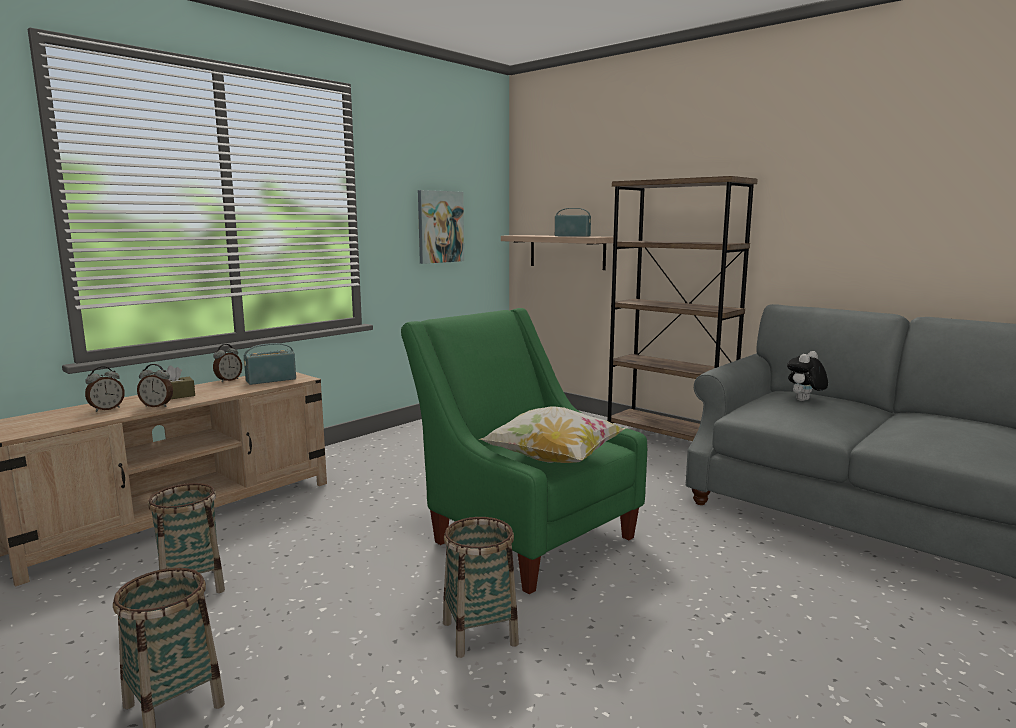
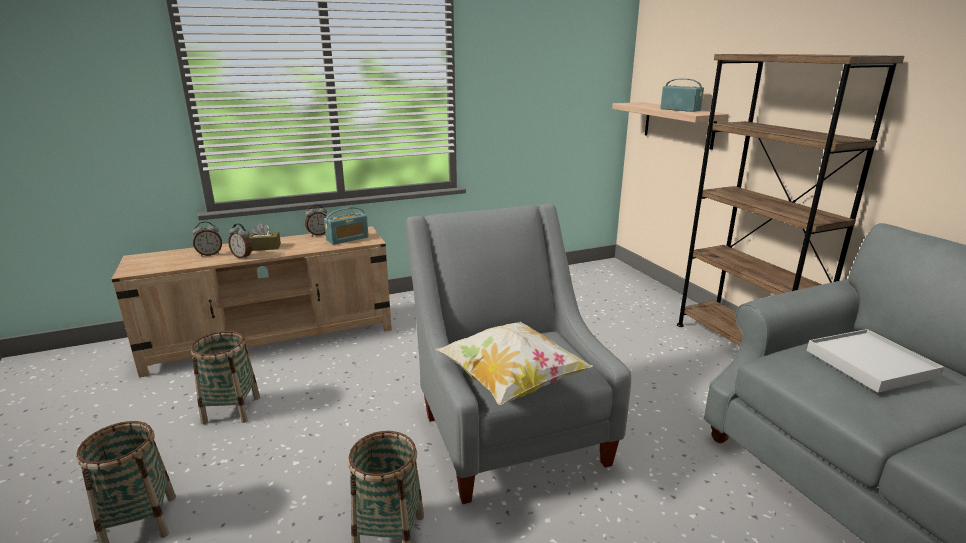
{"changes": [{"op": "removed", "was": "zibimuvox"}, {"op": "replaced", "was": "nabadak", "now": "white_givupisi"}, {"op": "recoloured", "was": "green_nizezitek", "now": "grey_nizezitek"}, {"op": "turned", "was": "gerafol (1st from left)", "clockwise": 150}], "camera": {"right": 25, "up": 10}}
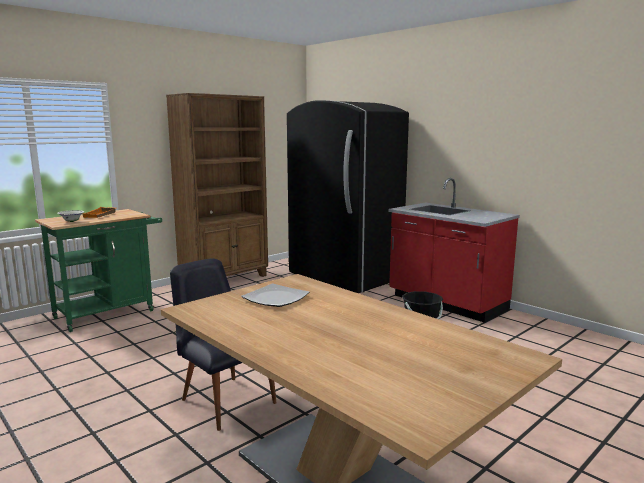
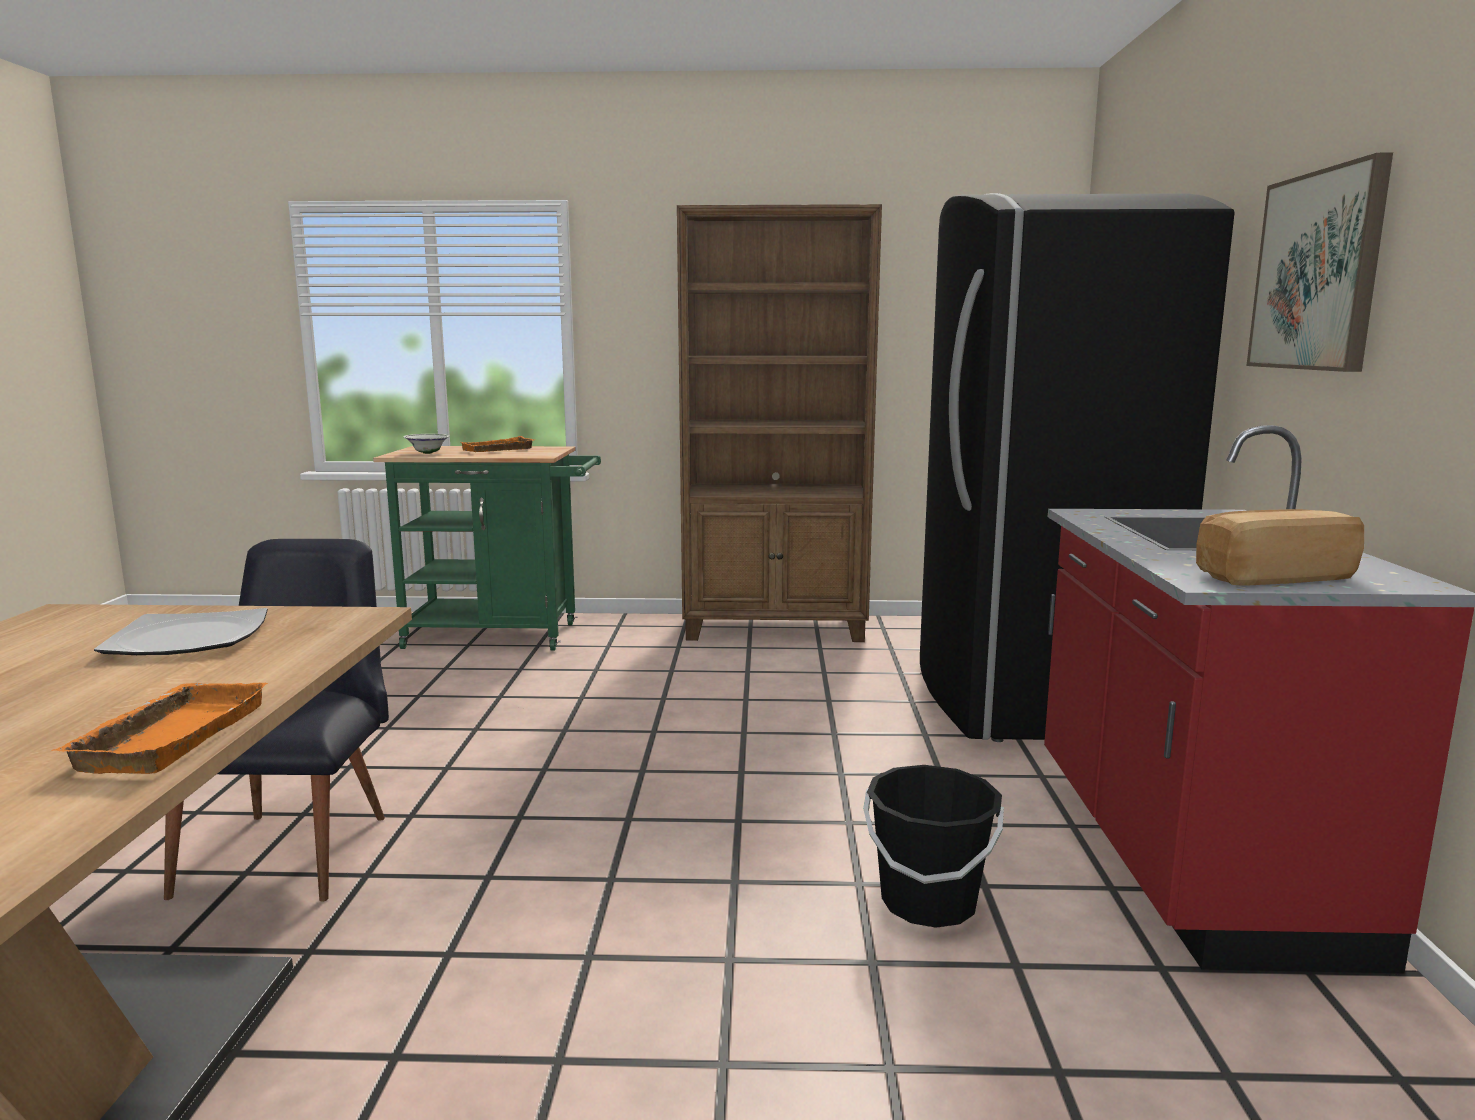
{"changes": [{"op": "added", "now": "orange_givupisi (1st from left)"}, {"op": "added", "now": "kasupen"}, {"op": "added", "now": "zibimuvox"}], "camera": {"right": 45, "up": 0}}
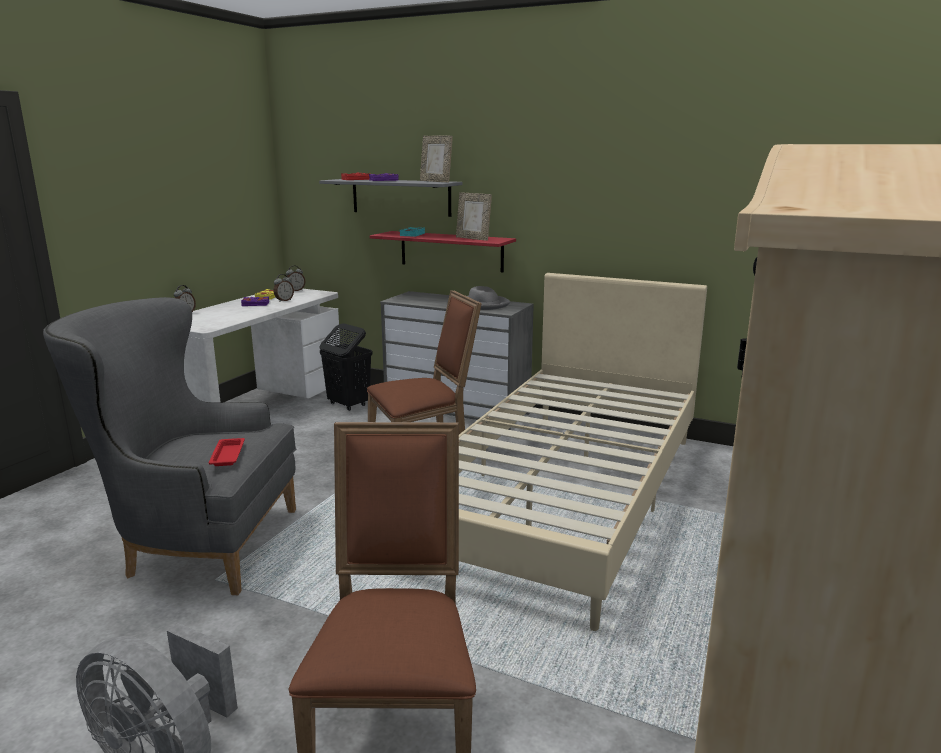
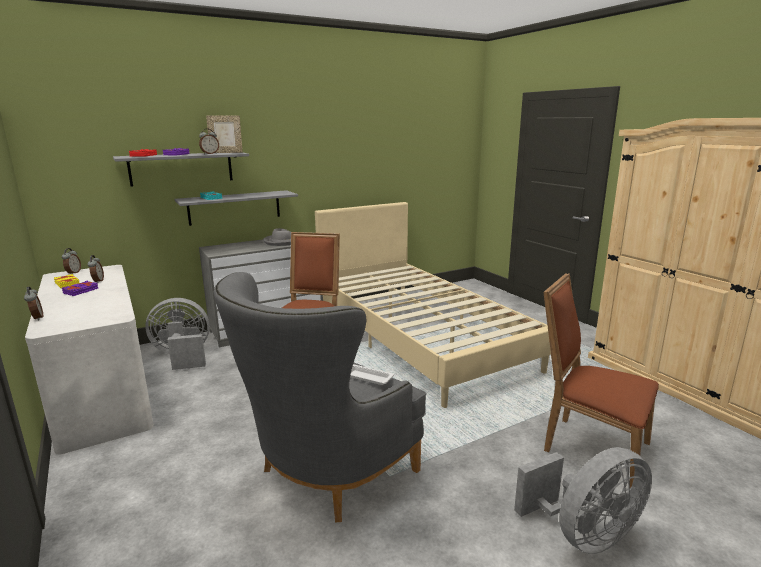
{"changes": [{"op": "removed", "was": "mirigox (2nd from left)"}, {"op": "added", "now": "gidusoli (4th from left)"}, {"op": "replaced", "was": "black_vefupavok", "now": "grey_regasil (1st from left)"}, {"op": "recoloured", "was": "red_givupisi", "now": "white_givupisi"}, {"op": "recoloured", "was": "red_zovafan", "now": "grey_zovafan (2nd from left)"}], "camera": {"right": -55, "up": 0}}
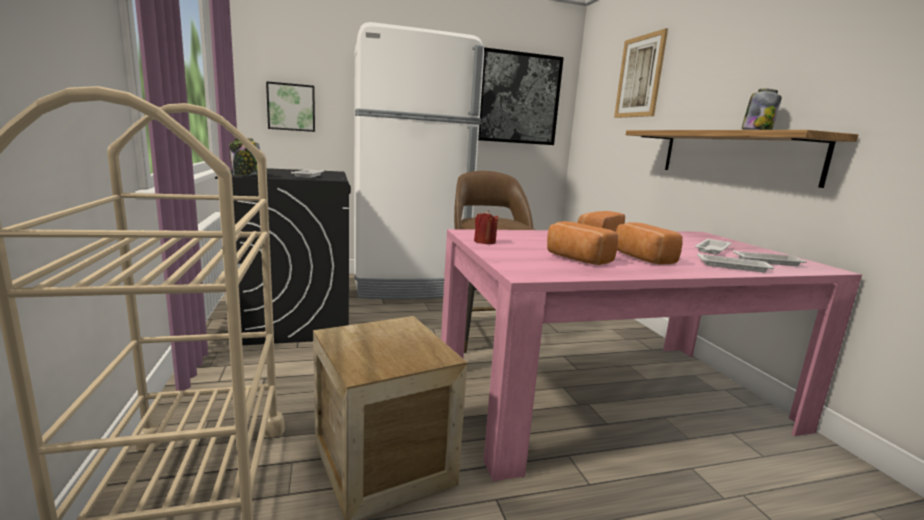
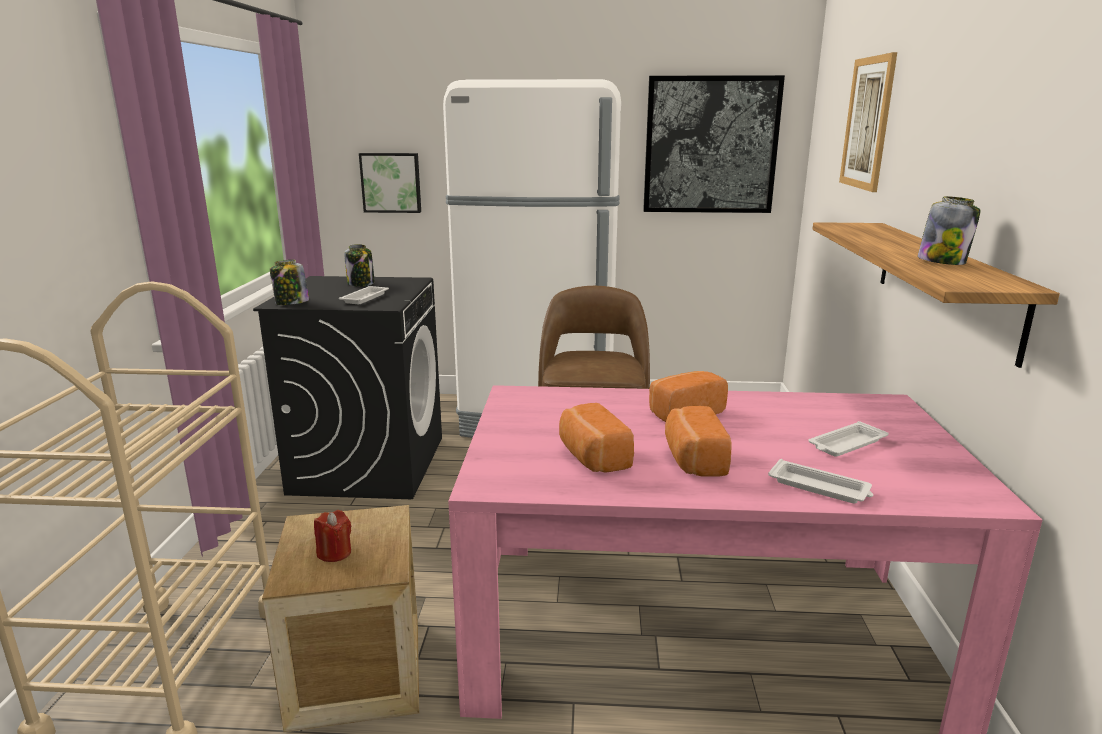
{"changes": [{"op": "removed", "was": "white_givupisi (4th from left)"}, {"op": "added", "now": "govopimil (2nd from left)"}, {"op": "moved", "was": "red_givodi"}], "camera": {"right": 20, "up": 5}}
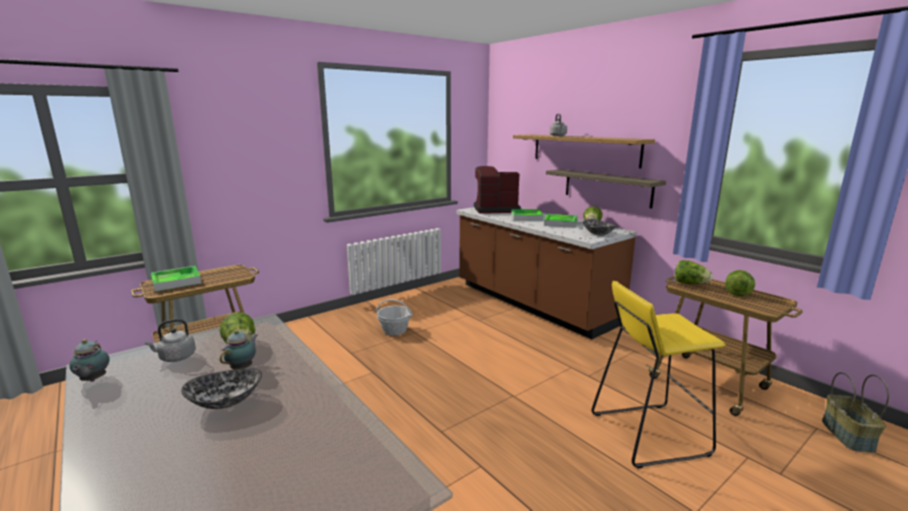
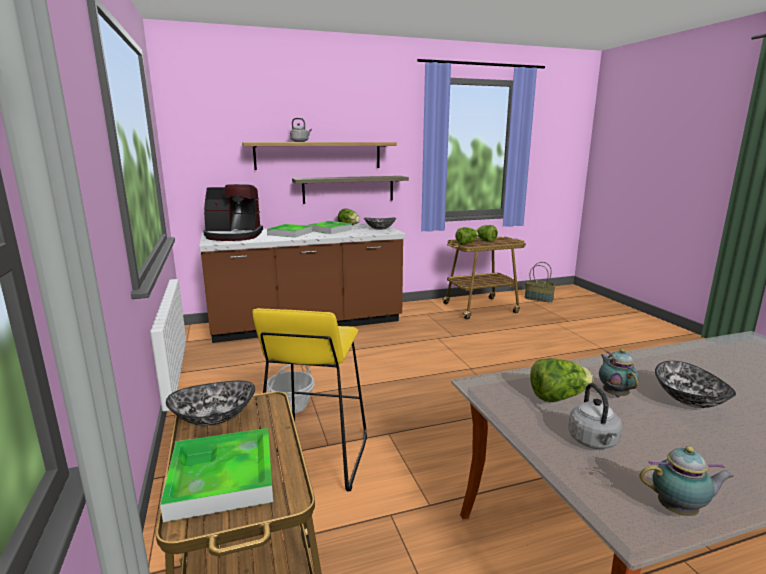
{"changes": [{"op": "added", "now": "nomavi (1st from left)"}, {"op": "moved", "was": "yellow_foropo"}, {"op": "turned", "was": "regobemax (2nd from left in the first image)", "clockwise": 45}, {"op": "turned", "was": "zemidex", "clockwise": -105}], "camera": {"right": -70, "up": 0}}
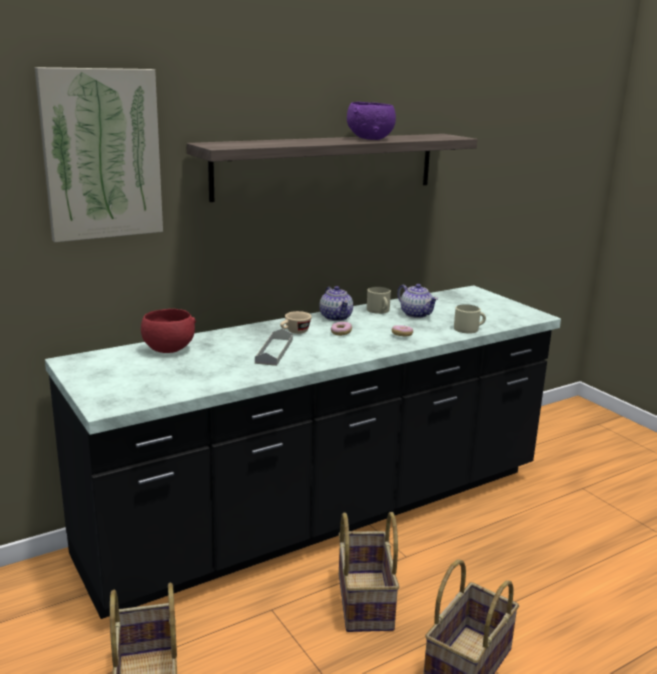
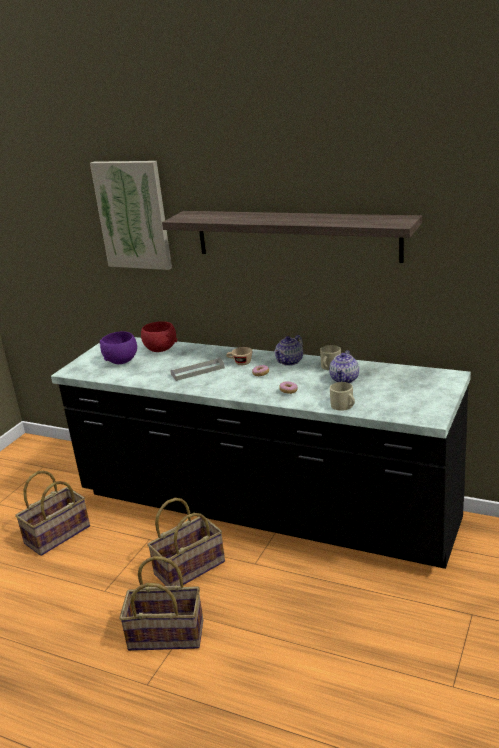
{"changes": [{"op": "moved", "was": "purple_nomavi"}], "camera": {"right": 60, "up": 5}}
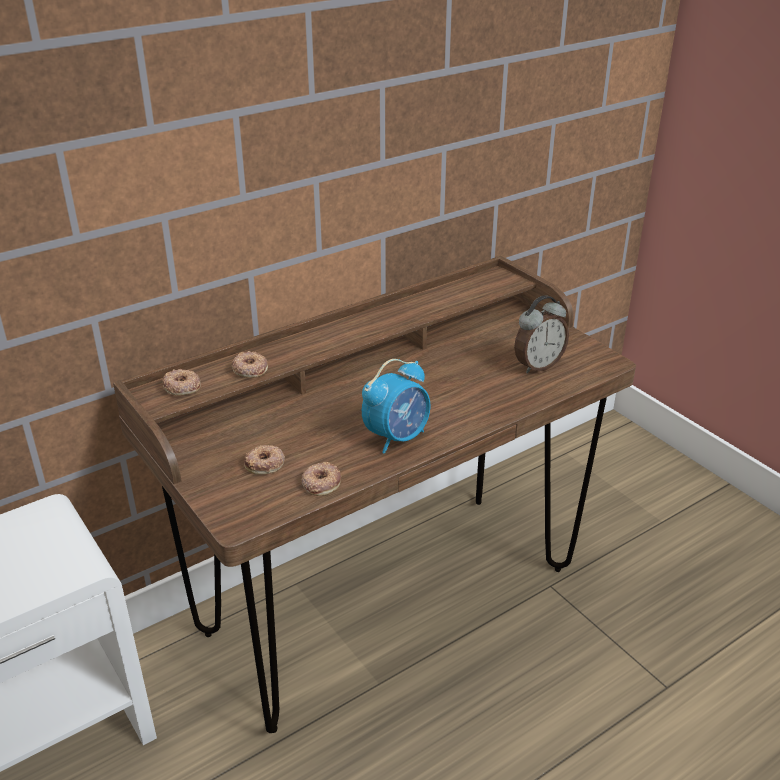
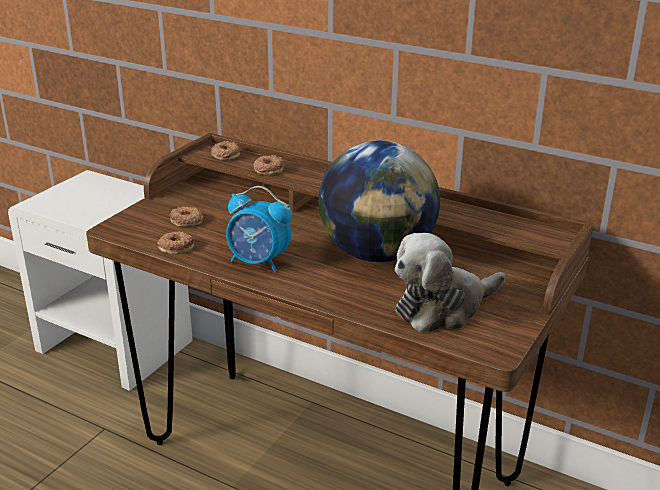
{"changes": [{"op": "added", "now": "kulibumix"}, {"op": "replaced", "was": "gidusoli (2nd from left)", "now": "nabadak"}], "camera": {"right": 65, "up": -5}}
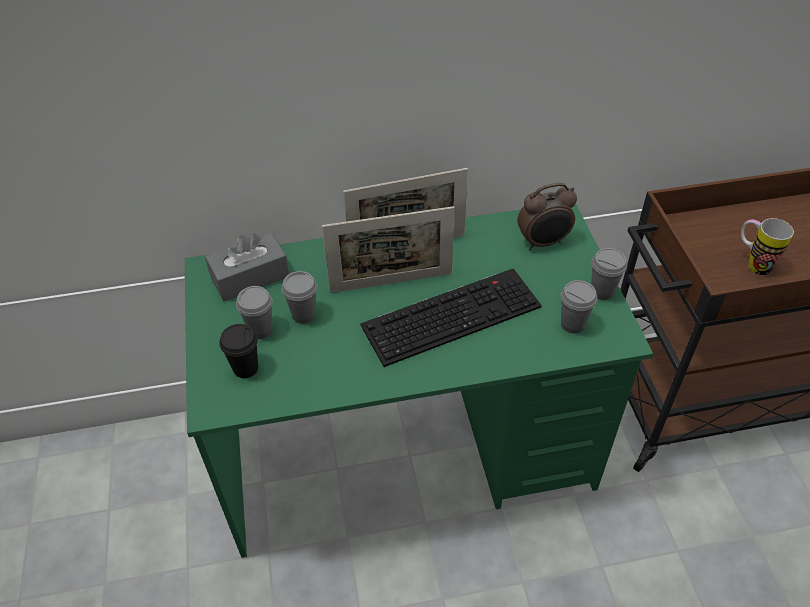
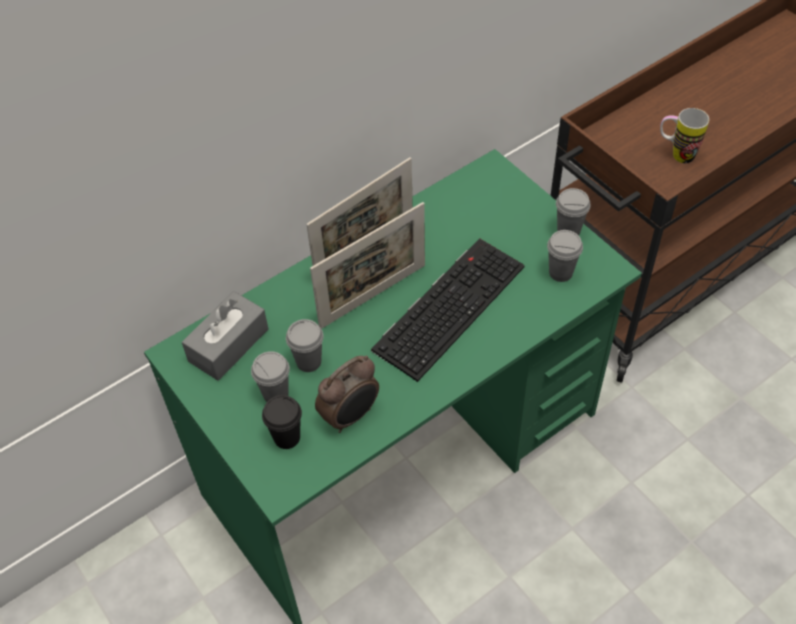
{"changes": [{"op": "moved", "was": "gidusoli"}], "camera": {"right": -25, "up": 5}}
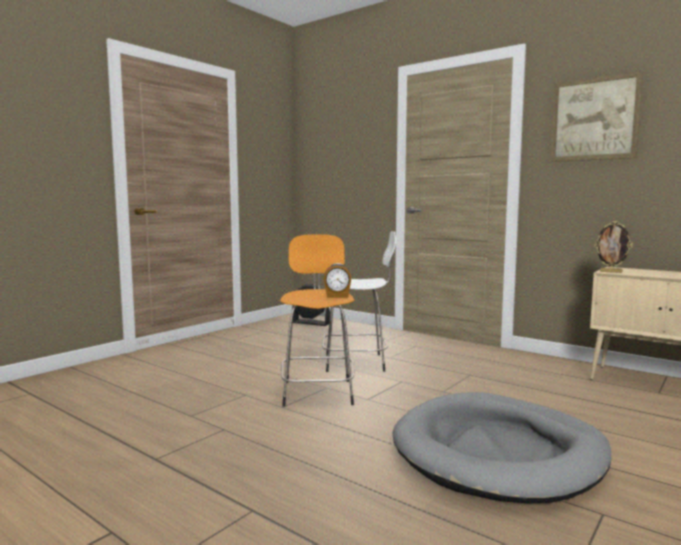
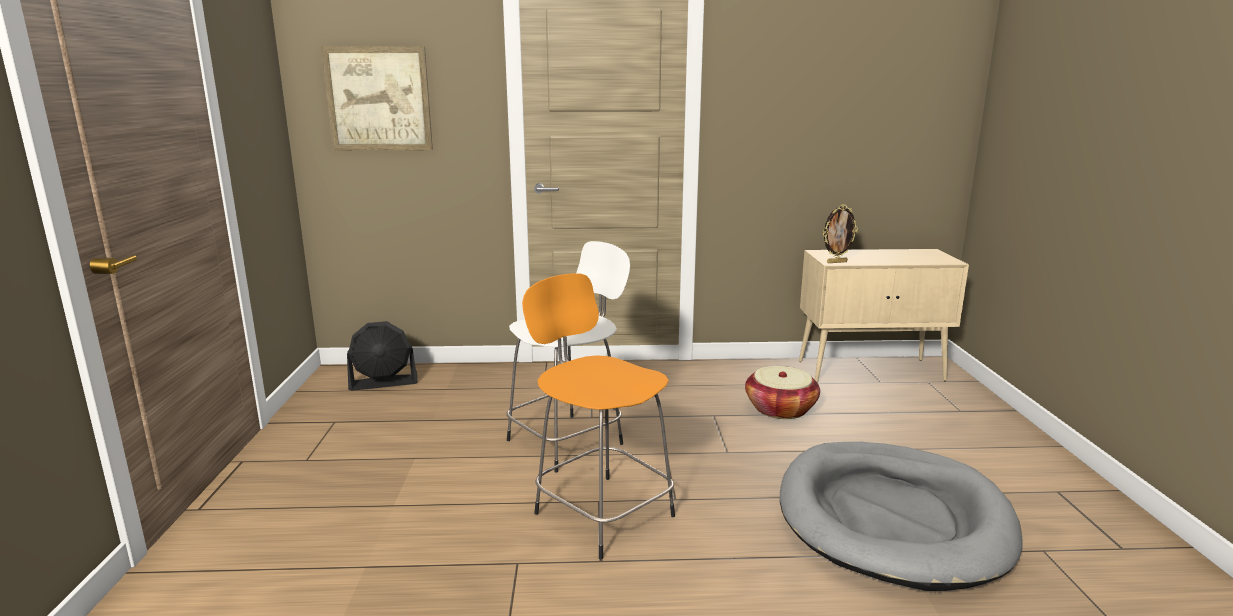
{"changes": [{"op": "removed", "was": "gidusoli"}, {"op": "added", "now": "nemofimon"}, {"op": "moved", "was": "zibimuvox"}], "camera": {"right": -40, "up": 10}}
